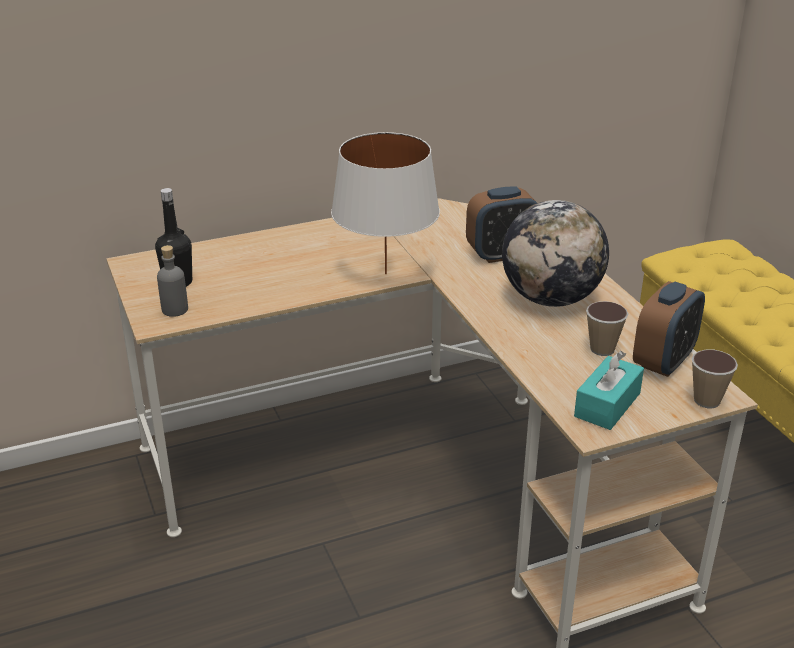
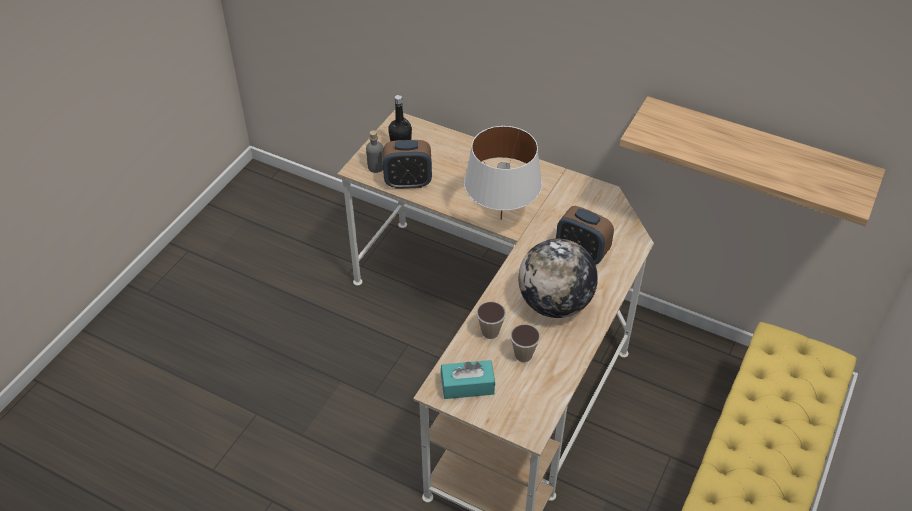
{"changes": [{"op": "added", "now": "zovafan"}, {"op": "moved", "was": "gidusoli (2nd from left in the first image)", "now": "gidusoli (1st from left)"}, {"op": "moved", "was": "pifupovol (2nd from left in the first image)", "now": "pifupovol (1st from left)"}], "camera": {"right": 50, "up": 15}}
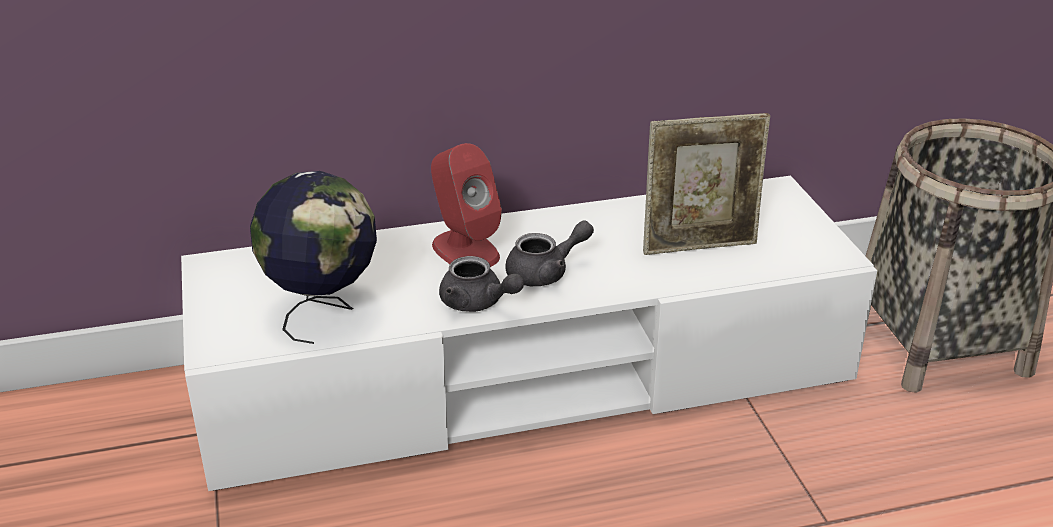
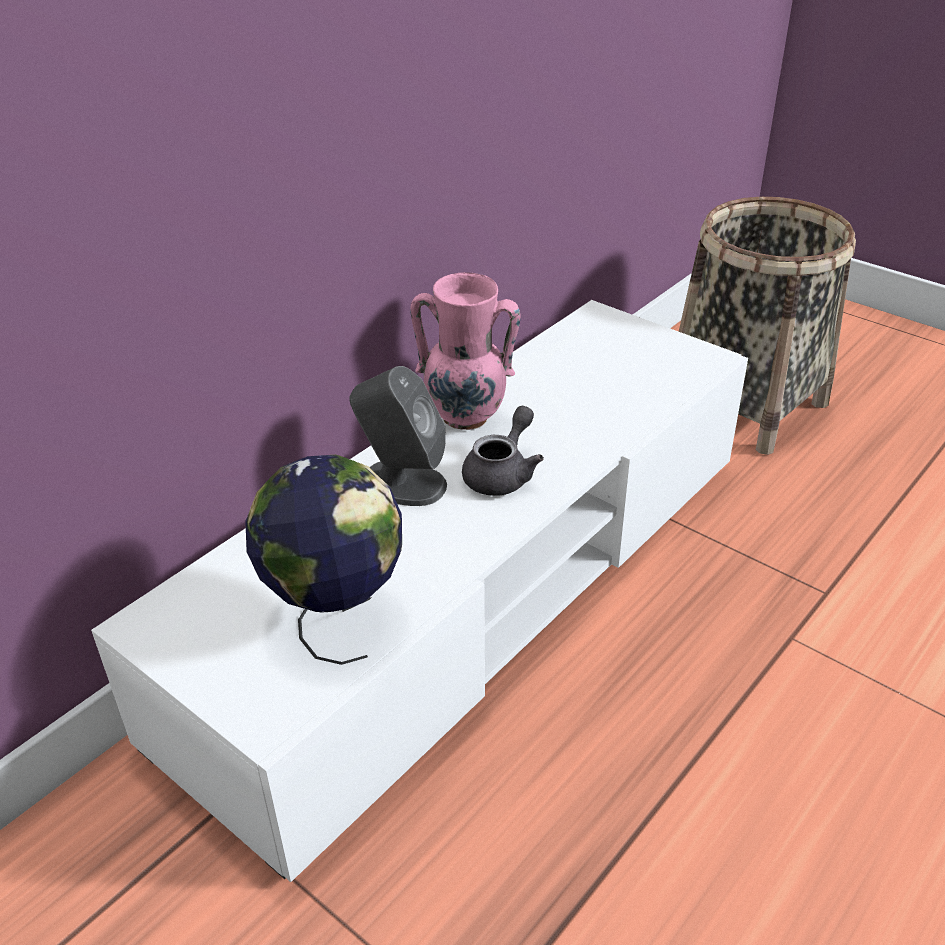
{"changes": [{"op": "removed", "was": "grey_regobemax (1st from left)"}, {"op": "removed", "was": "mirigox"}, {"op": "added", "now": "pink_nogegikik"}, {"op": "recoloured", "was": "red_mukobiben", "now": "grey_mukobiben"}], "camera": {"right": -35, "up": 5}}
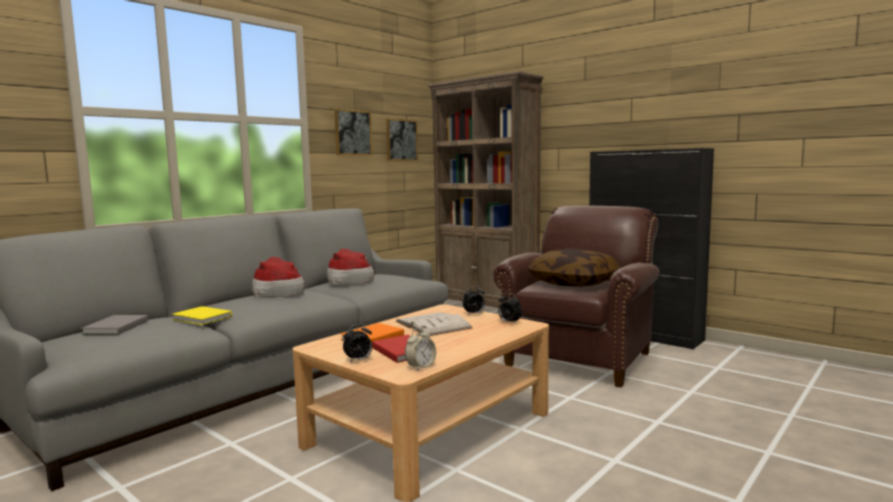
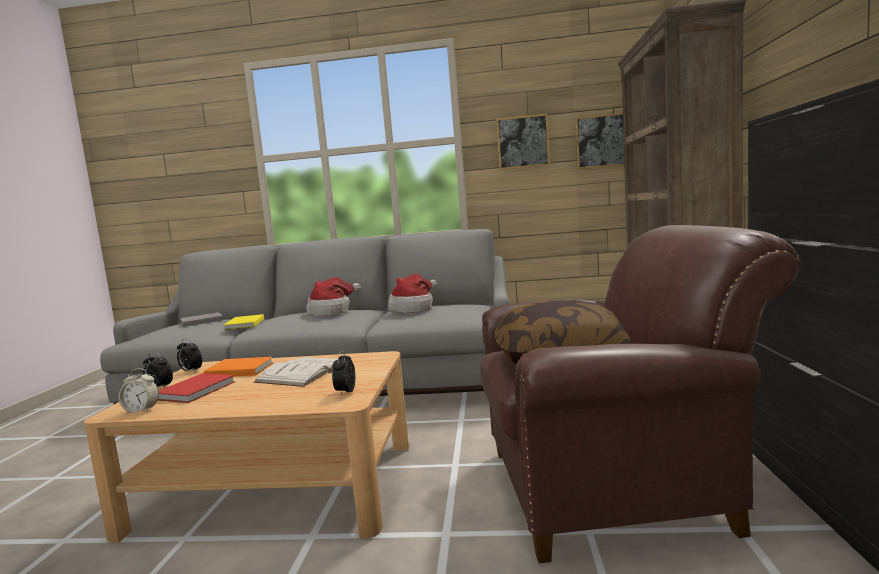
{"changes": [{"op": "moved", "was": "gidusoli (3rd from left)"}], "camera": {"right": 55, "up": 0}}
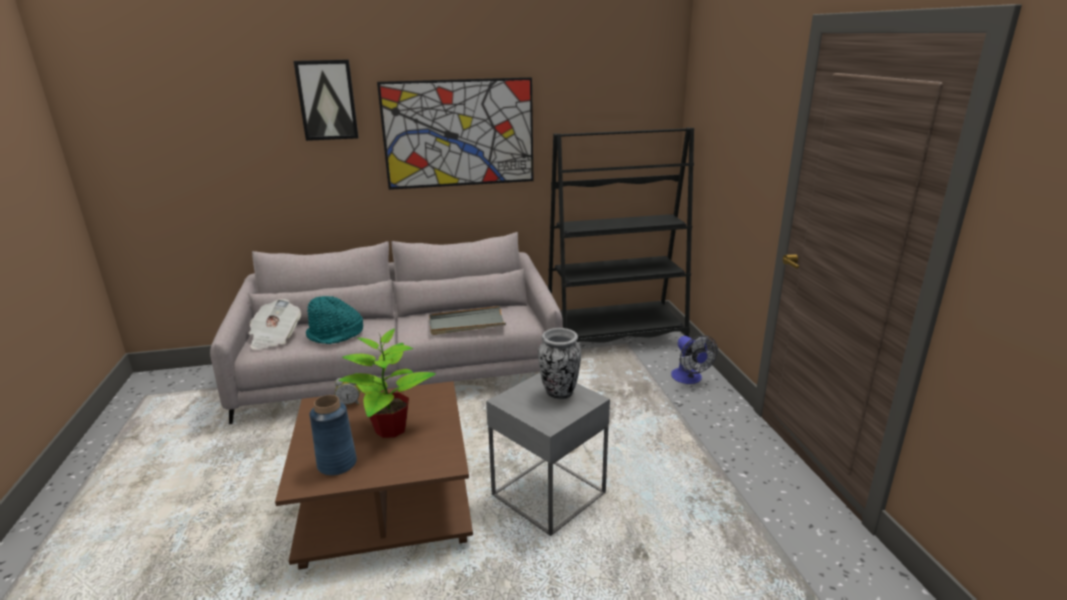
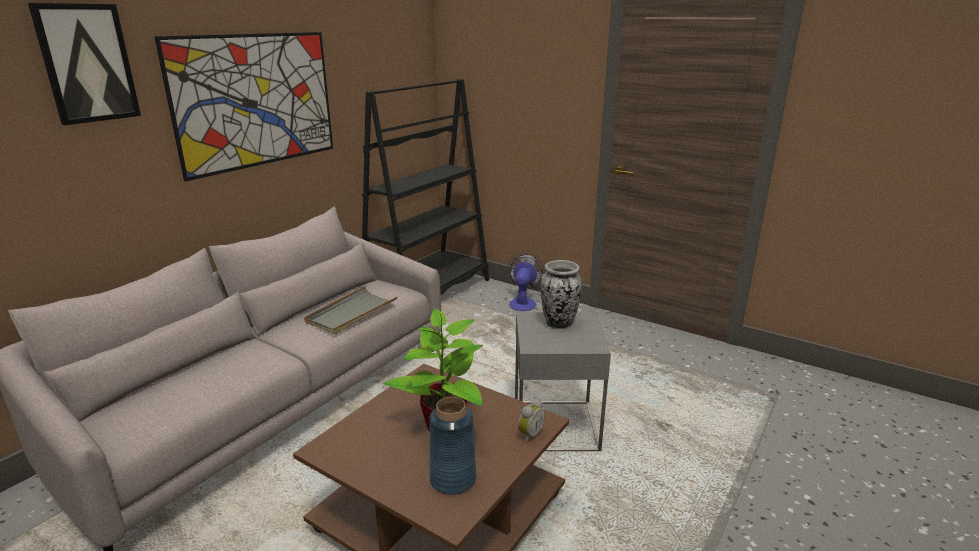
{"changes": [{"op": "removed", "was": "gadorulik"}, {"op": "removed", "was": "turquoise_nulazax"}, {"op": "moved", "was": "gidusoli"}, {"op": "turned", "was": "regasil", "clockwise": -105}], "camera": {"right": -45, "up": 0}}
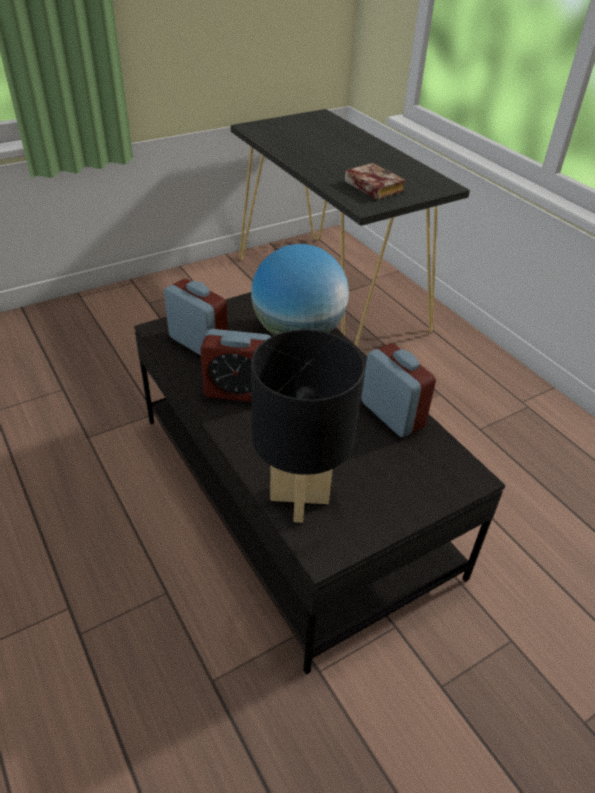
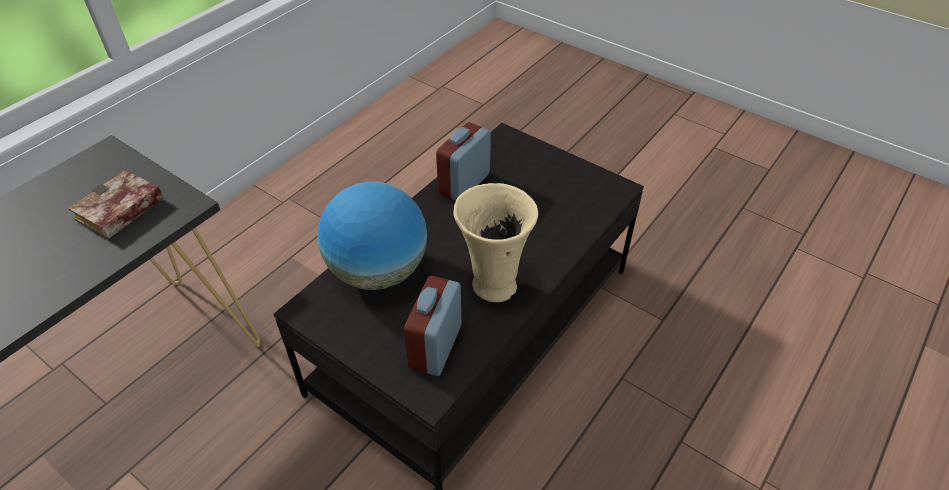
{"changes": [{"op": "removed", "was": "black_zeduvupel"}, {"op": "replaced", "was": "gidusoli (2nd from left)", "now": "beige_nogegikik"}], "camera": {"right": -110, "up": 5}}
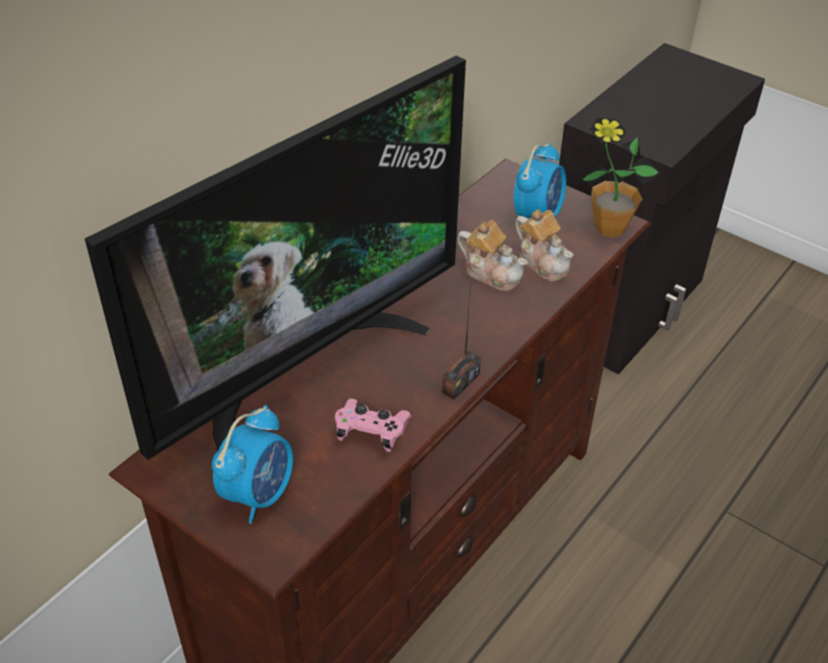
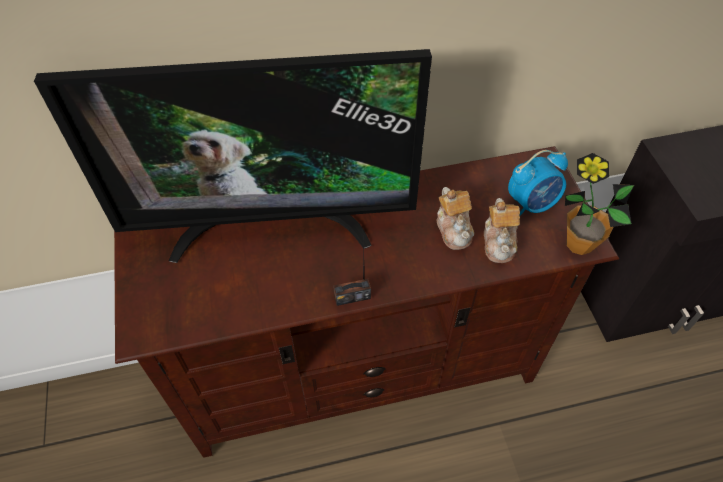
{"changes": [{"op": "removed", "was": "gidusoli (1st from left)"}, {"op": "removed", "was": "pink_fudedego"}], "camera": {"right": 40, "up": 10}}
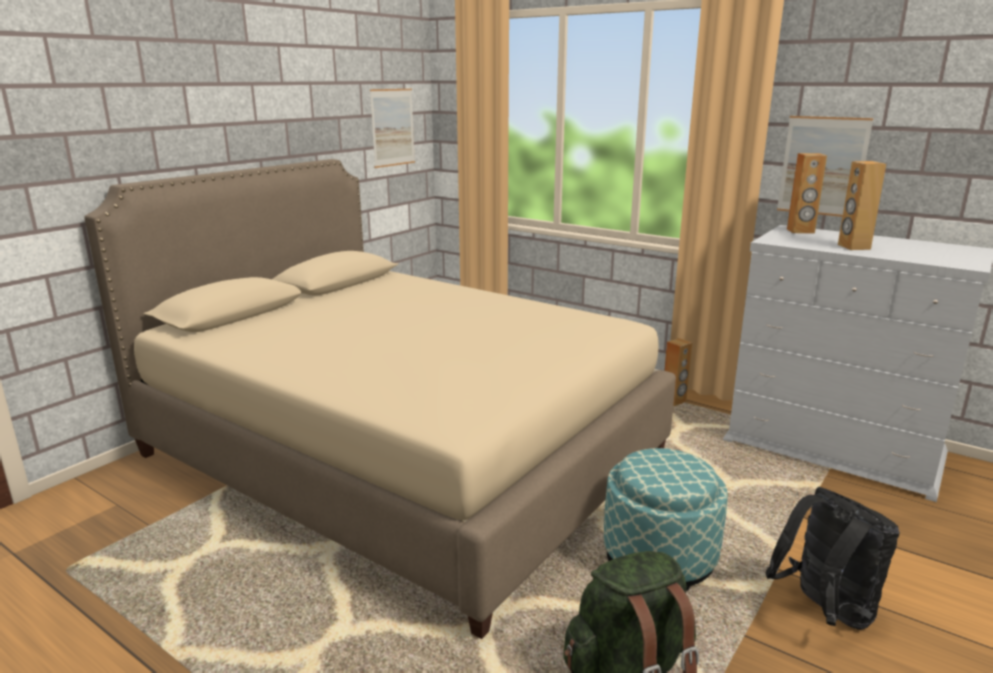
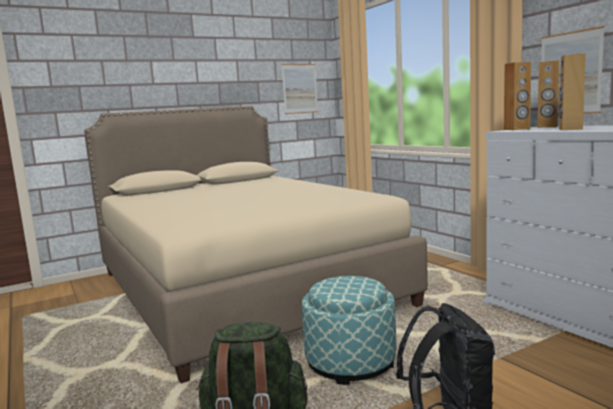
{"changes": [{"op": "moved", "was": "brown_mukobiben (1st from left)"}], "camera": {"right": 25, "up": -10}}
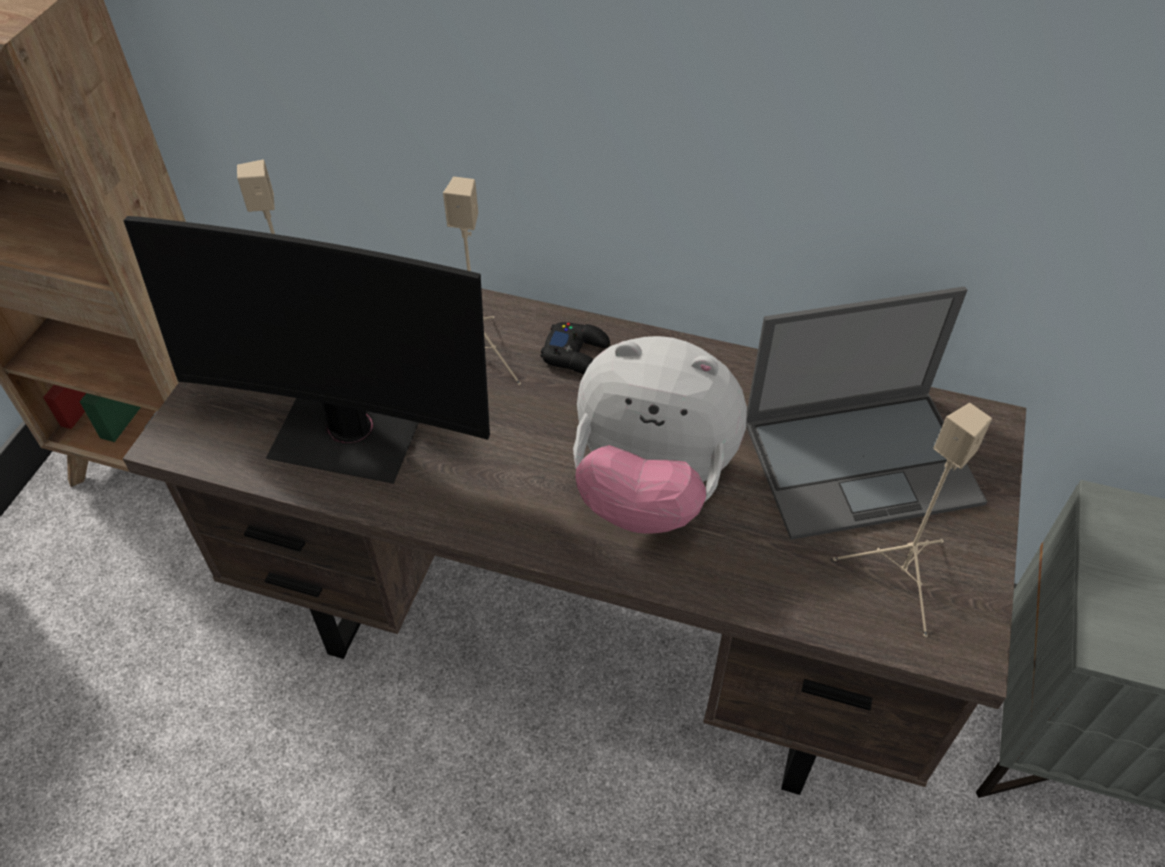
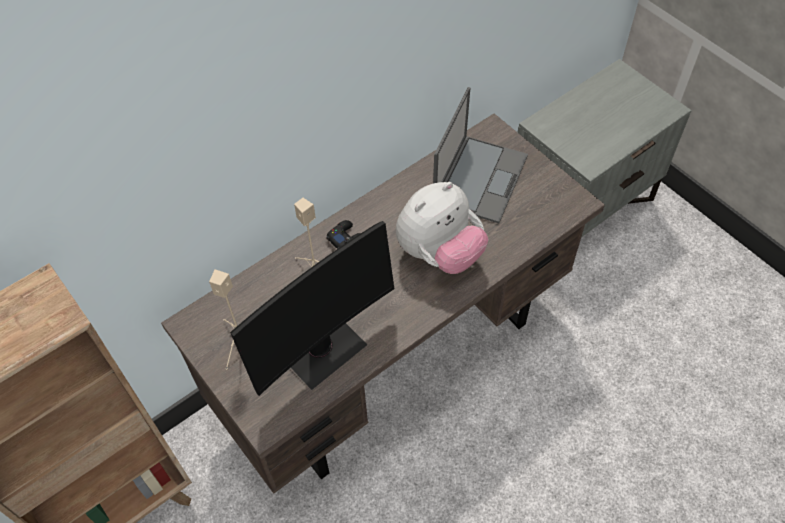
{"changes": [{"op": "removed", "was": "beige_mukobiben (3rd from left)"}], "camera": {"right": -55, "up": 5}}
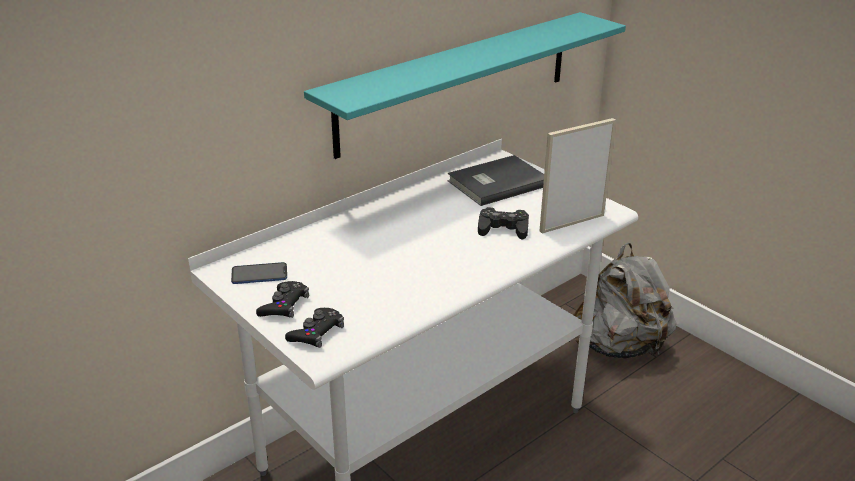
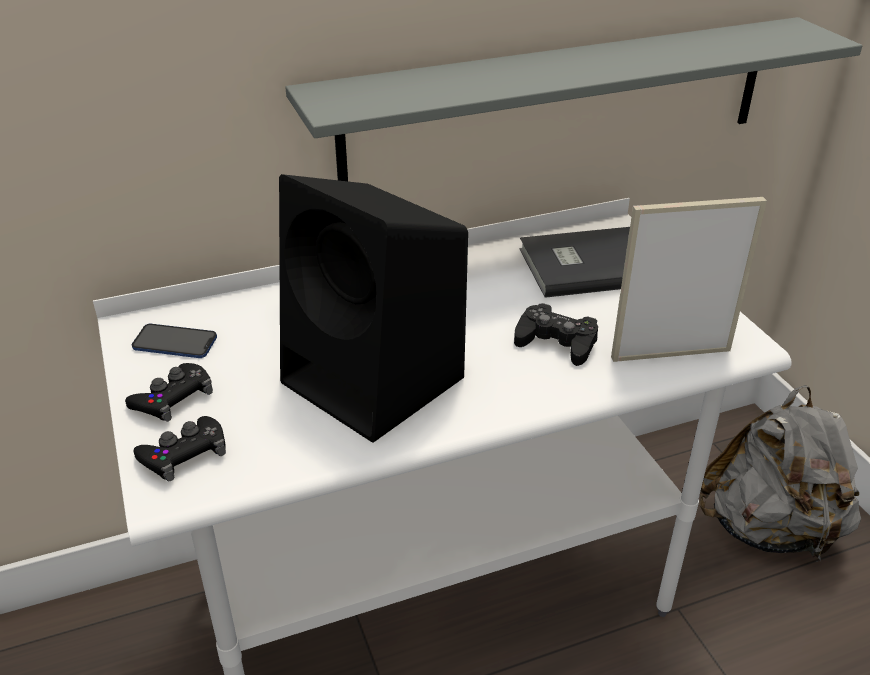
{"changes": [{"op": "added", "now": "black_mukobiben"}, {"op": "recoloured", "was": "turquoise_zovafan", "now": "grey_zovafan"}], "camera": {"right": 20, "up": 5}}
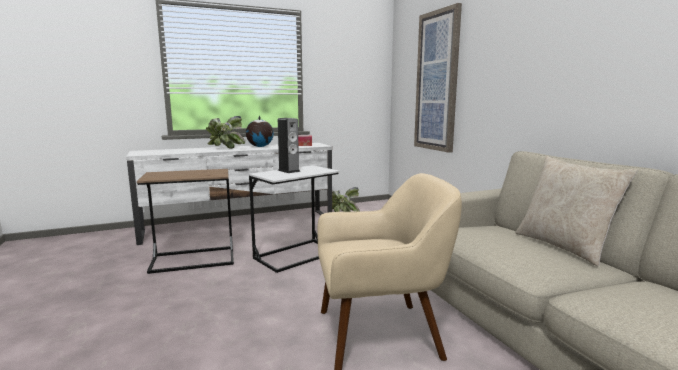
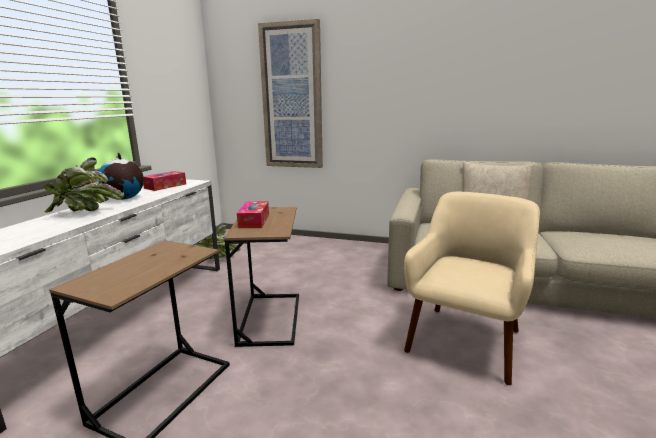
{"changes": [{"op": "replaced", "was": "mukobiben", "now": "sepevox (2nd from left)"}, {"op": "recoloured", "was": "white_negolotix", "now": "brown_negolotix (2nd from left)"}], "camera": {"right": -50, "up": 5}}
